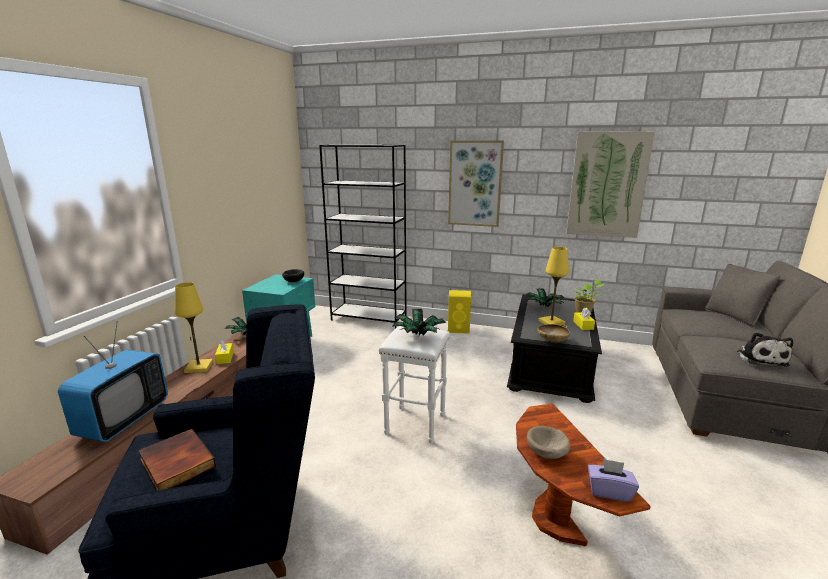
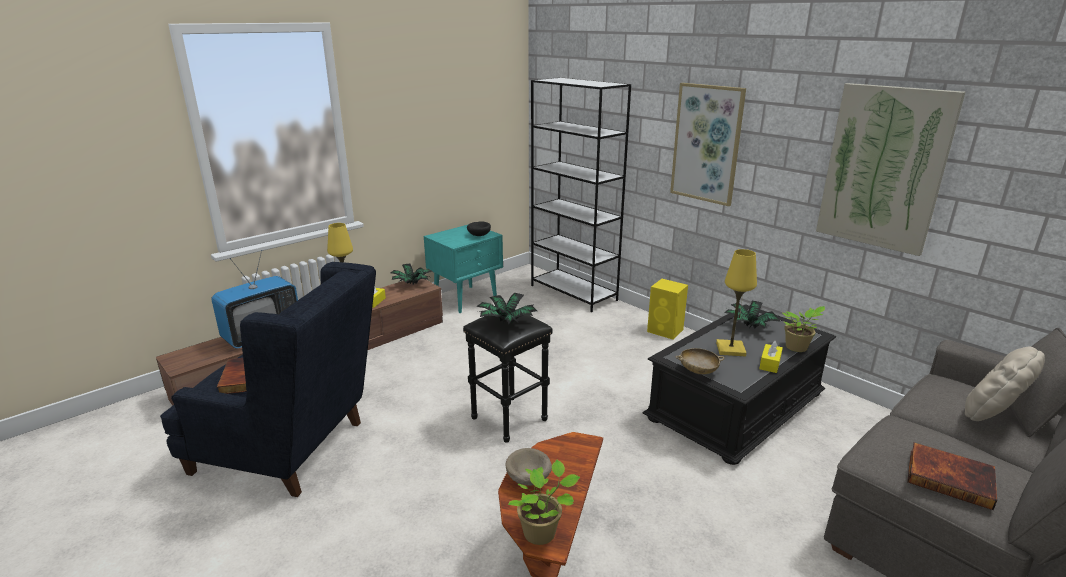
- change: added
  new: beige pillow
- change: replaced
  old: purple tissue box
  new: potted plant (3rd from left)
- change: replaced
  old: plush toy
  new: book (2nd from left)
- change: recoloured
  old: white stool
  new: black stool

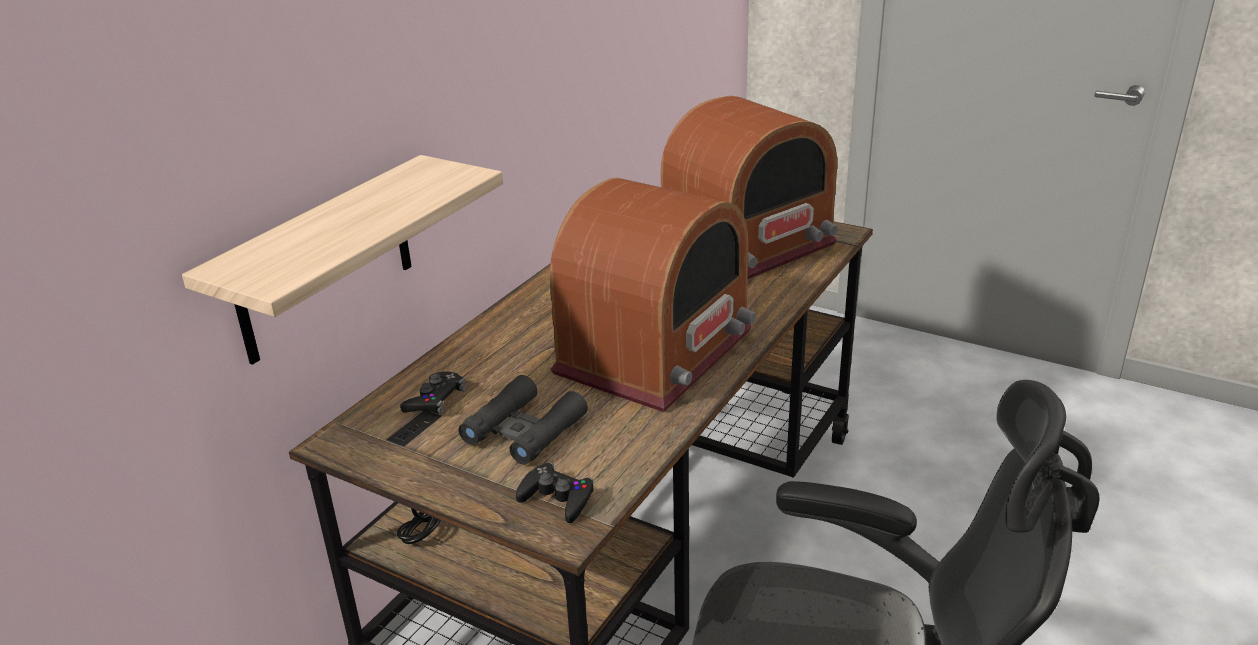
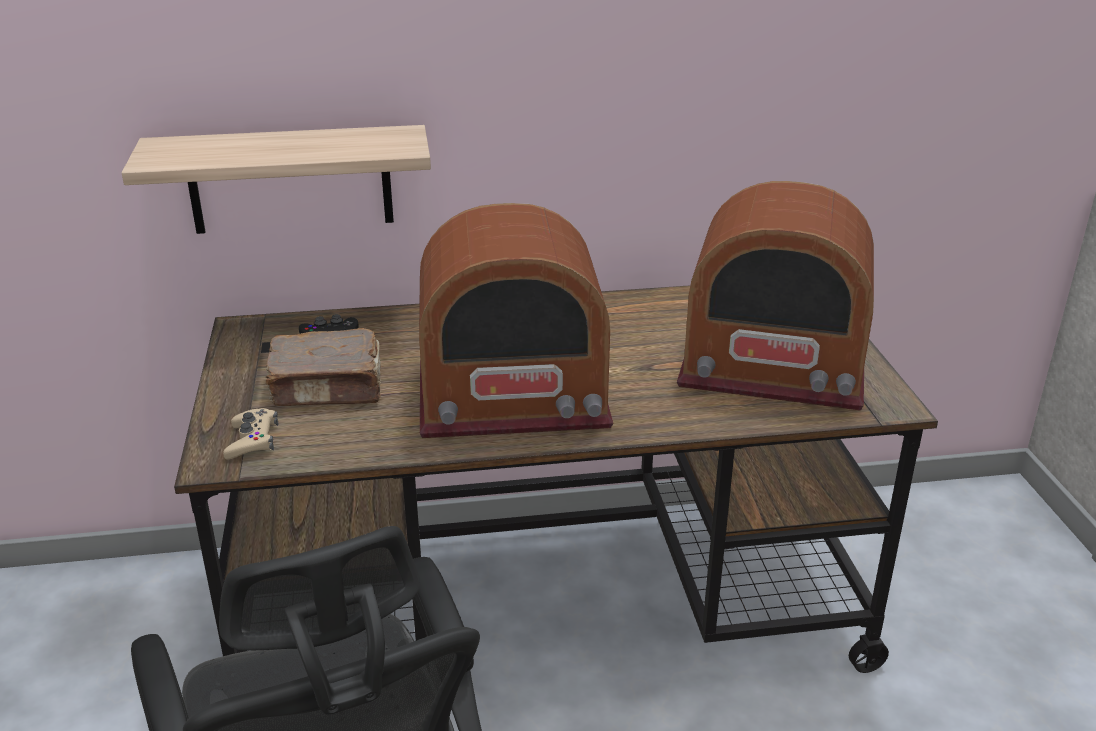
- change: replaced
  old: black binoculars
  new: brown book
- change: recoloured
  old: black game controller (2nd from left)
  new: beige game controller

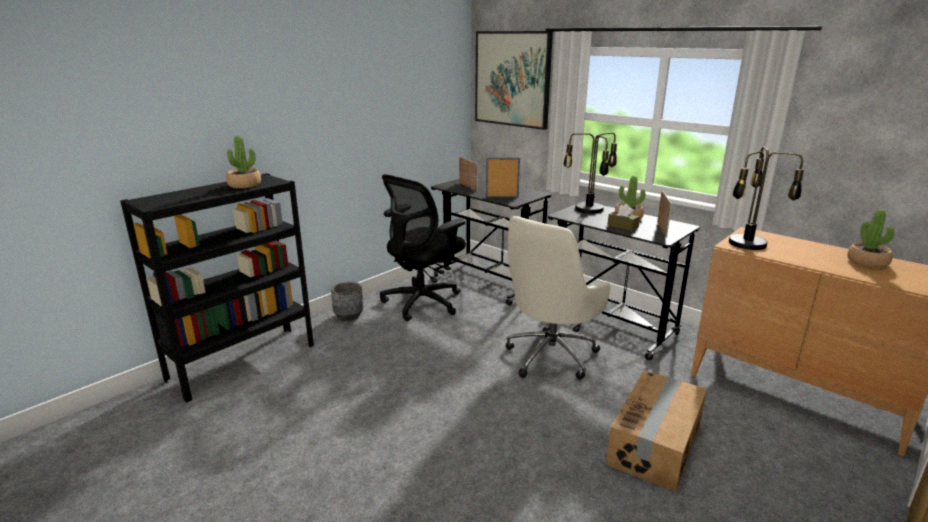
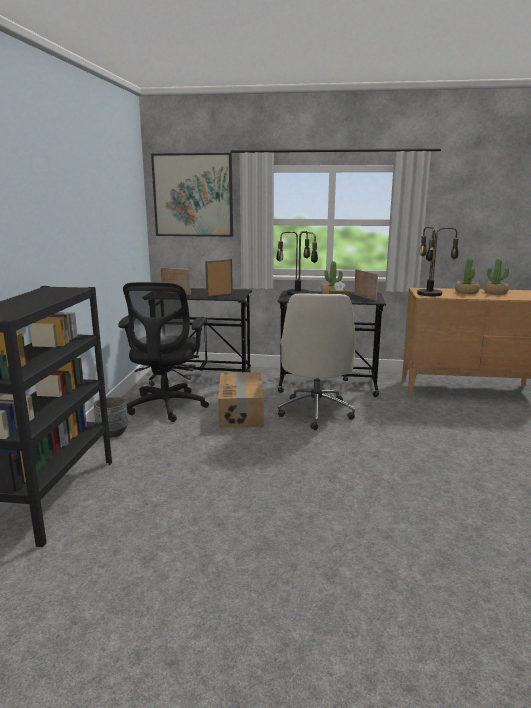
- change: moved
  old: potted plant (1st from left in the first image)
  new: potted plant (2nd from left)
- change: moved
  old: cardboard box

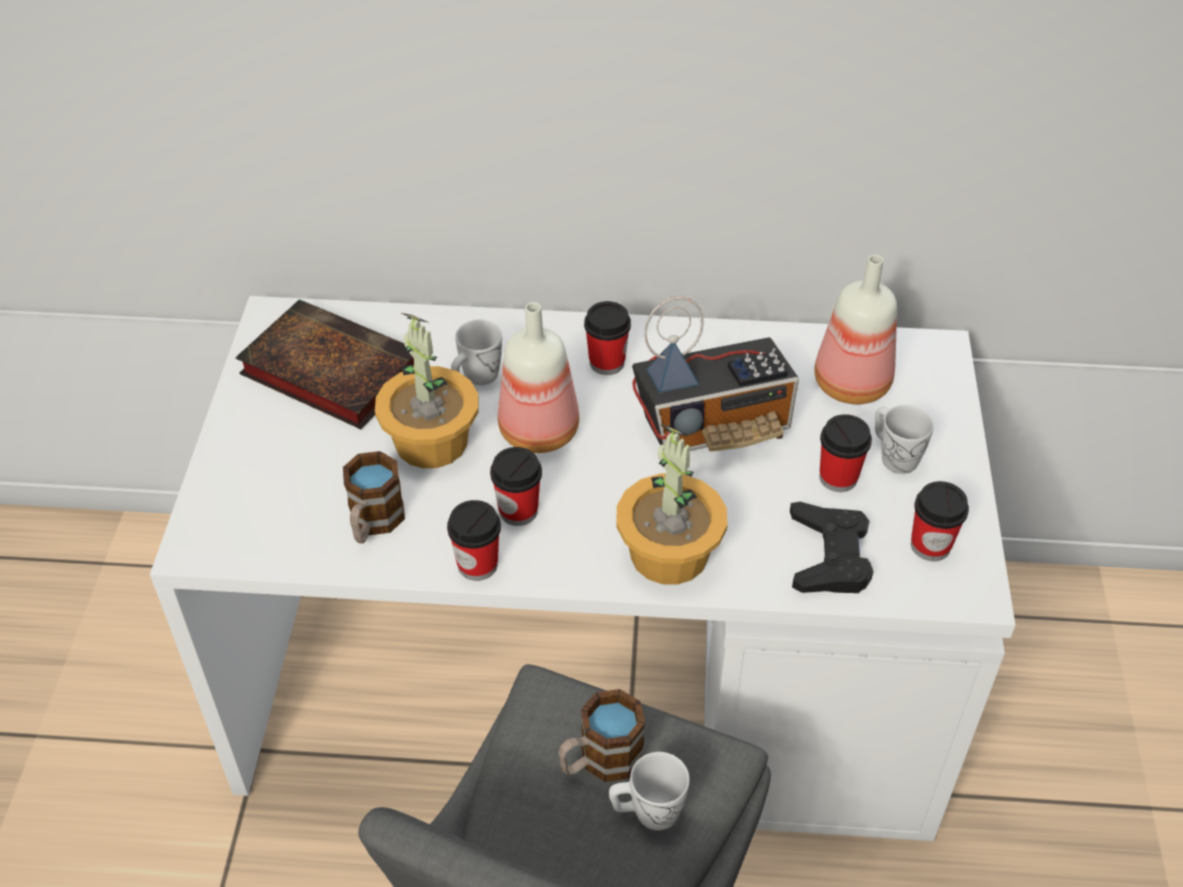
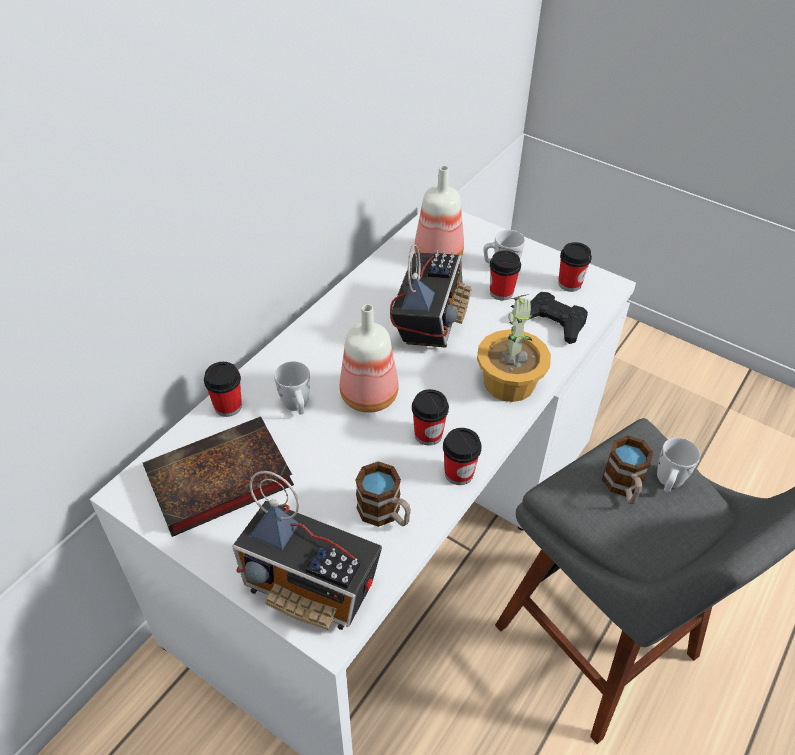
- change: removed
  old: potted plant (1st from left)
- change: added
  new: radio (1st from left)
- change: moved
  old: cup (3rd from left in the first image)
  new: cup (1st from left)

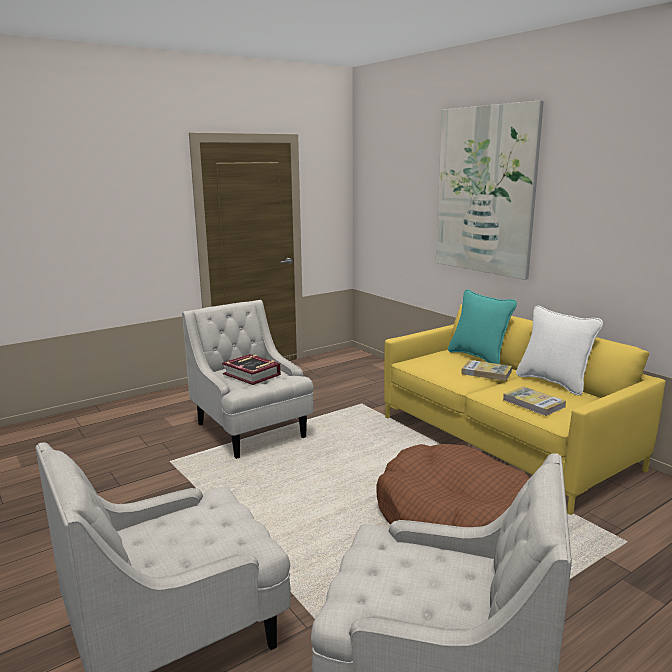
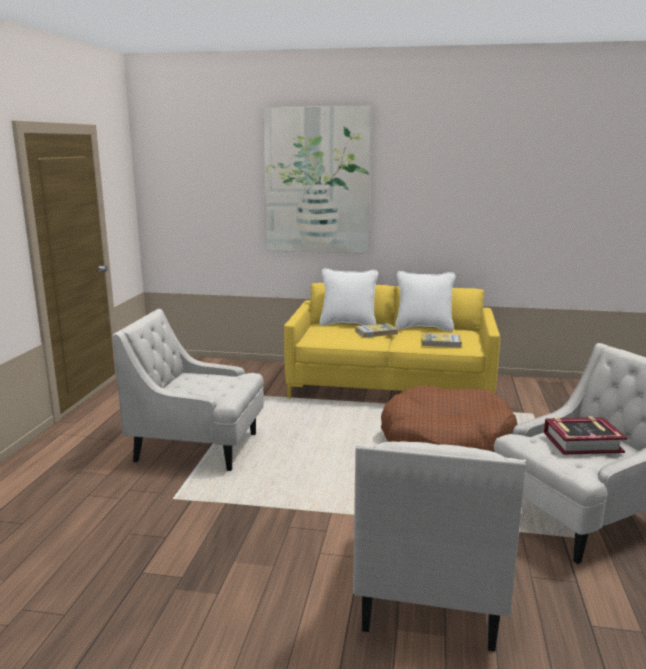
- change: moved
  old: book (1st from left in the first image)
  new: book (3rd from left)
- change: recoloured
  old: turquoise pillow
  new: white pillow (1st from left)

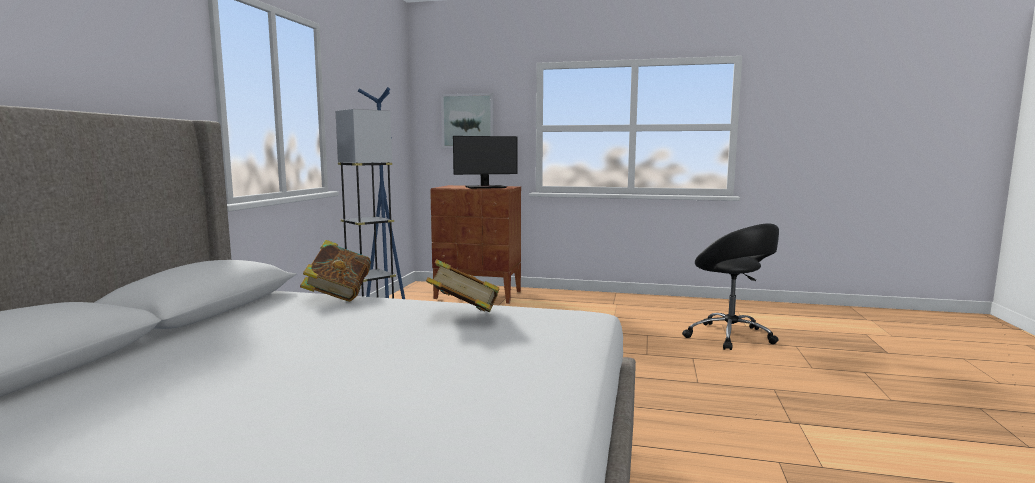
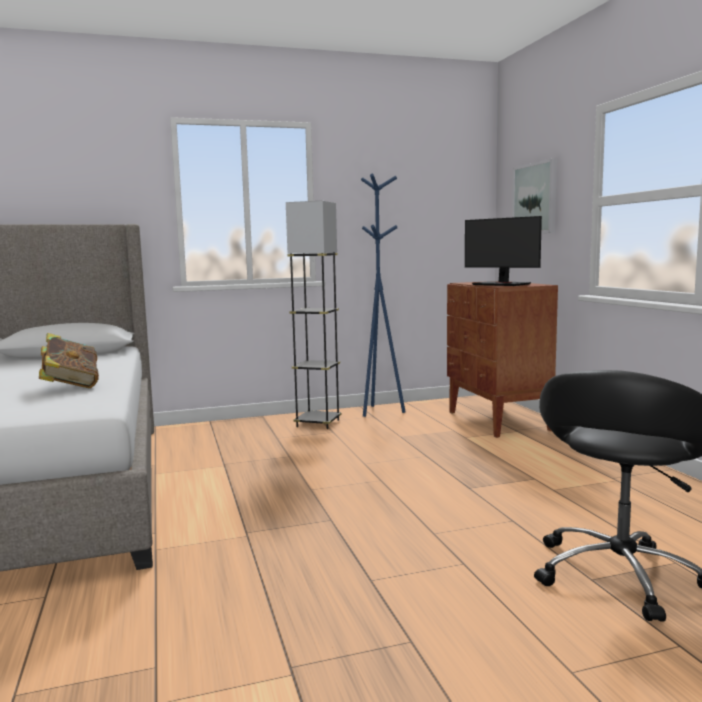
- change: removed
  old: book (1st from left)

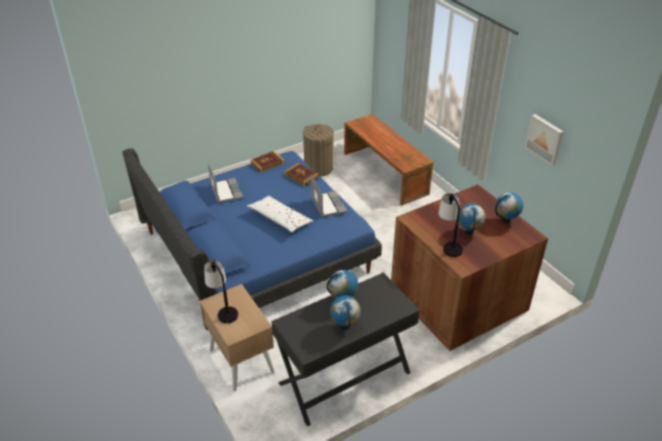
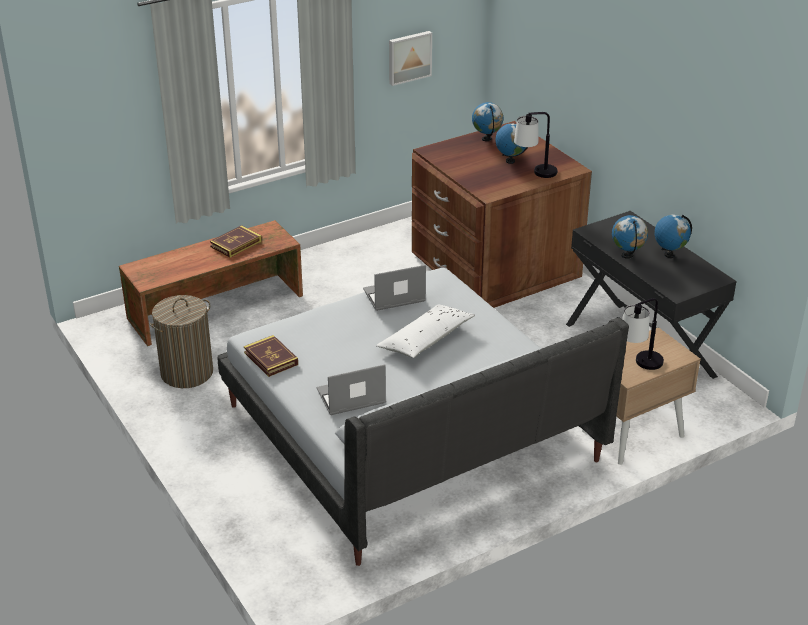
- change: moved
  old: book (2nd from left in the first image)
  new: book (1st from left)
- change: recoloured
  old: blue bed
  new: grey bed

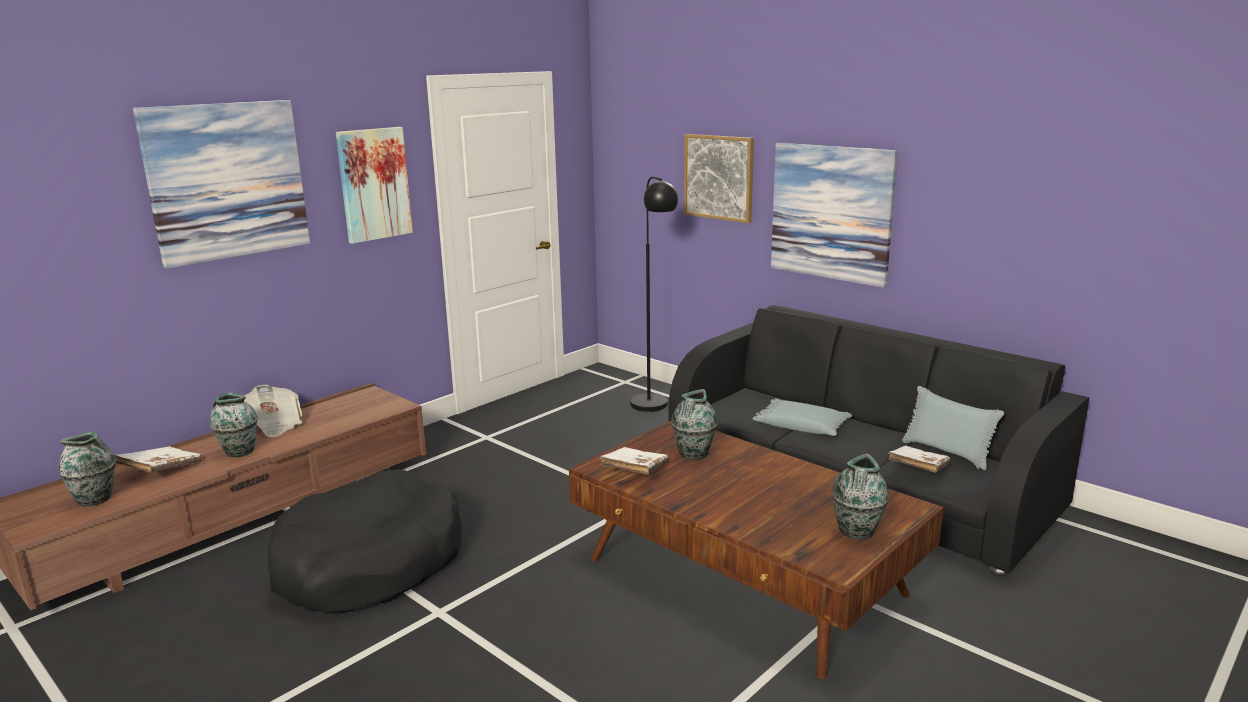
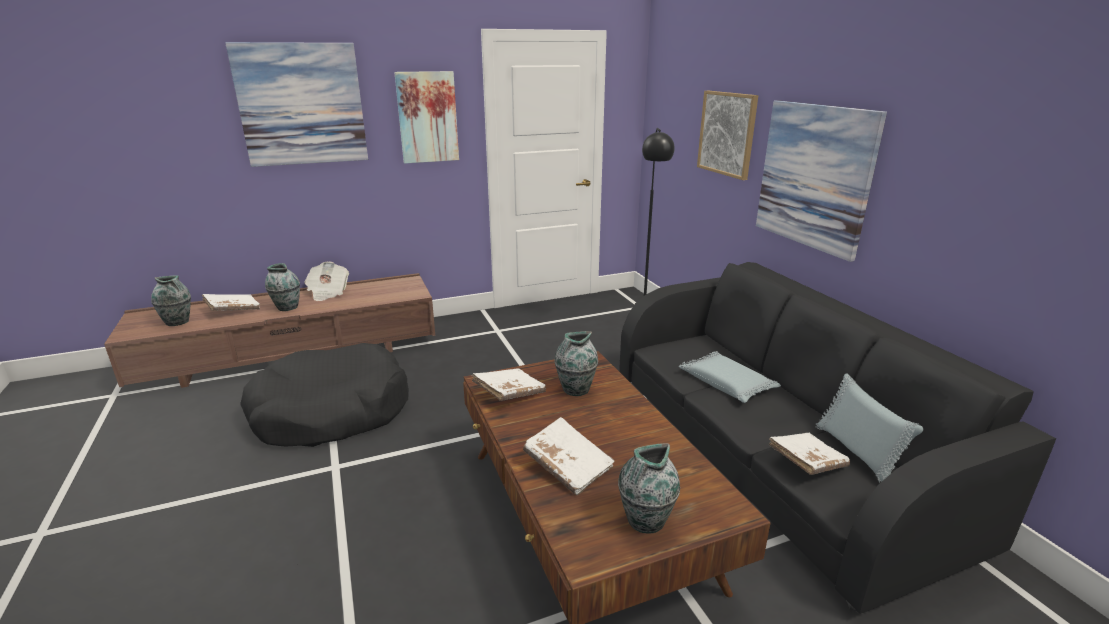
- change: added
  new: white book (3rd from left)

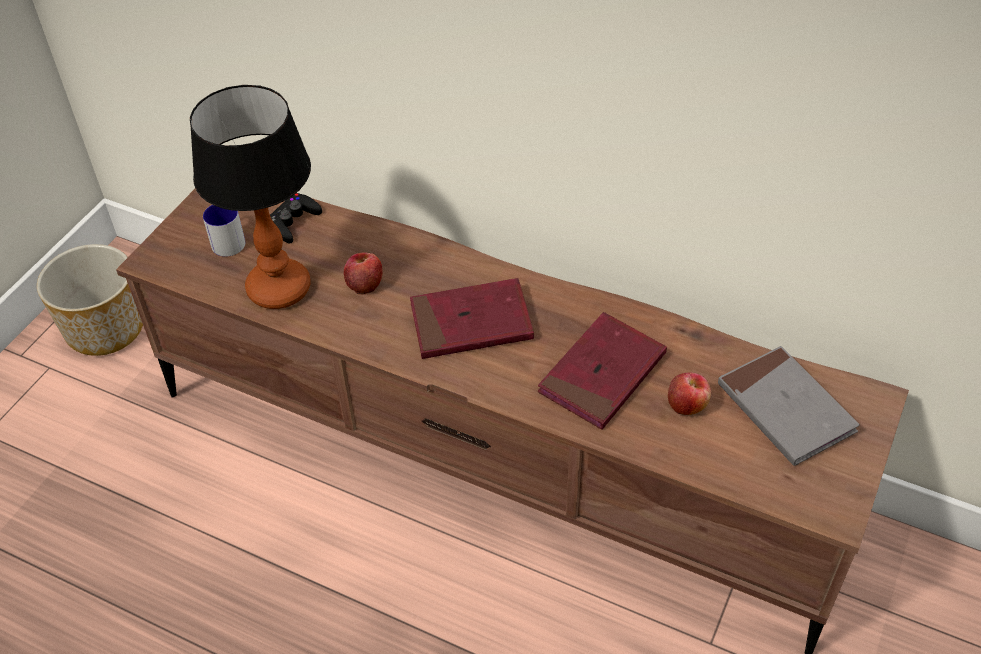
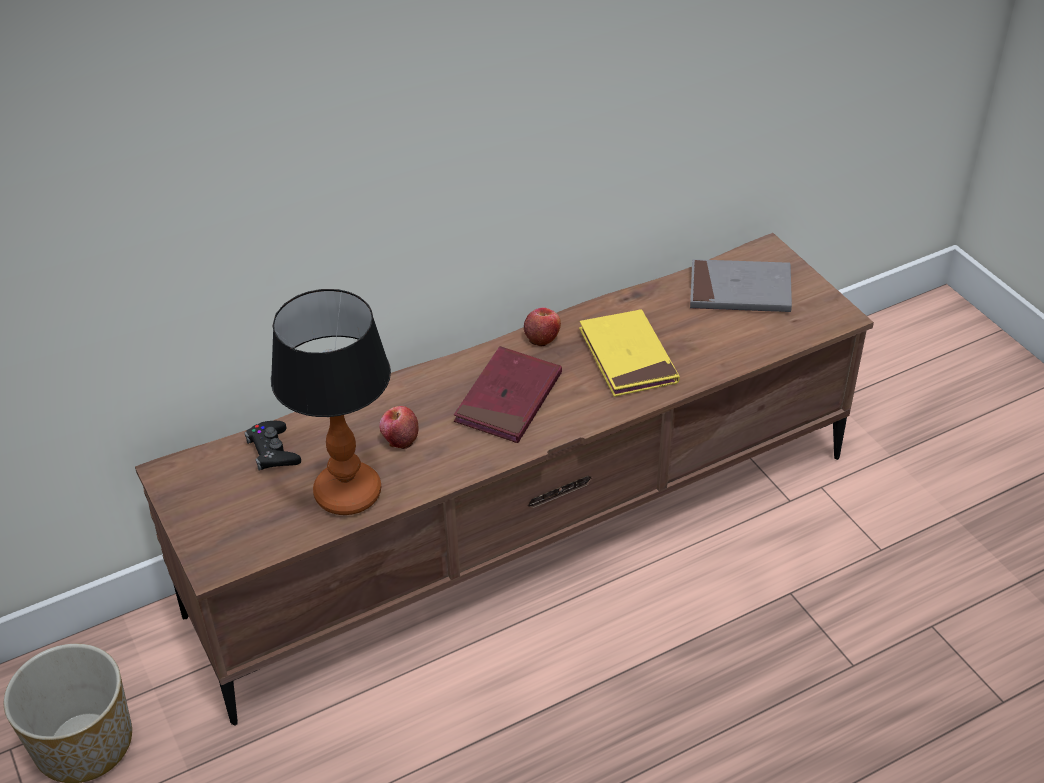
- change: removed
  old: mug
- change: moved
  old: apple (2nd from left)
- change: recoloured
  old: red book (2nd from left)
  new: yellow book

